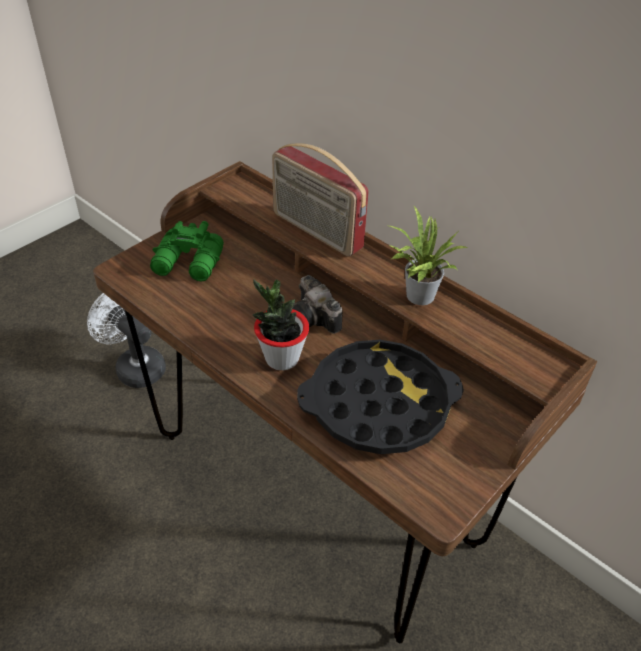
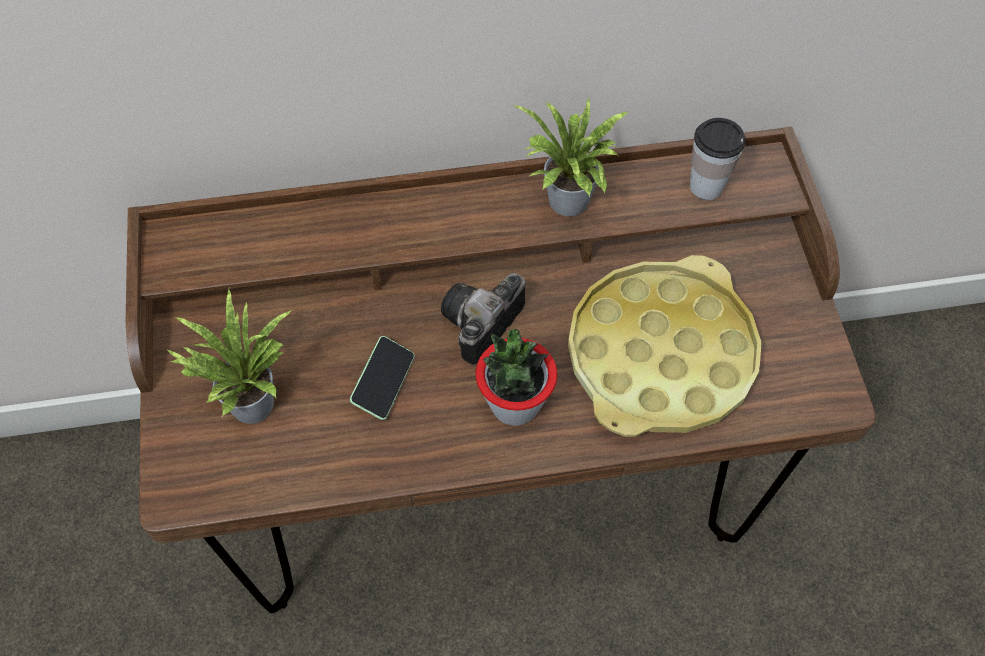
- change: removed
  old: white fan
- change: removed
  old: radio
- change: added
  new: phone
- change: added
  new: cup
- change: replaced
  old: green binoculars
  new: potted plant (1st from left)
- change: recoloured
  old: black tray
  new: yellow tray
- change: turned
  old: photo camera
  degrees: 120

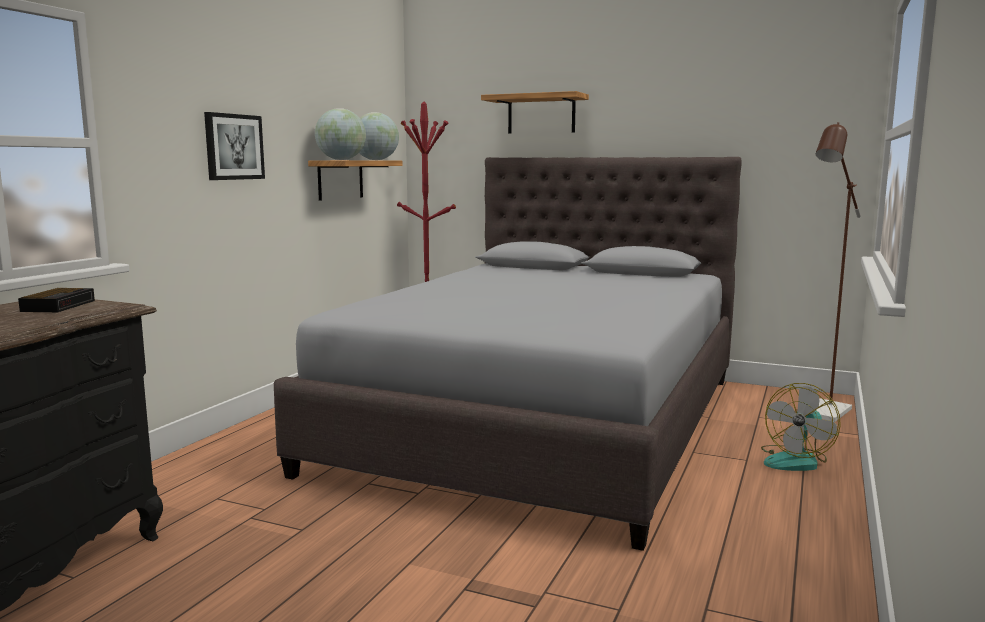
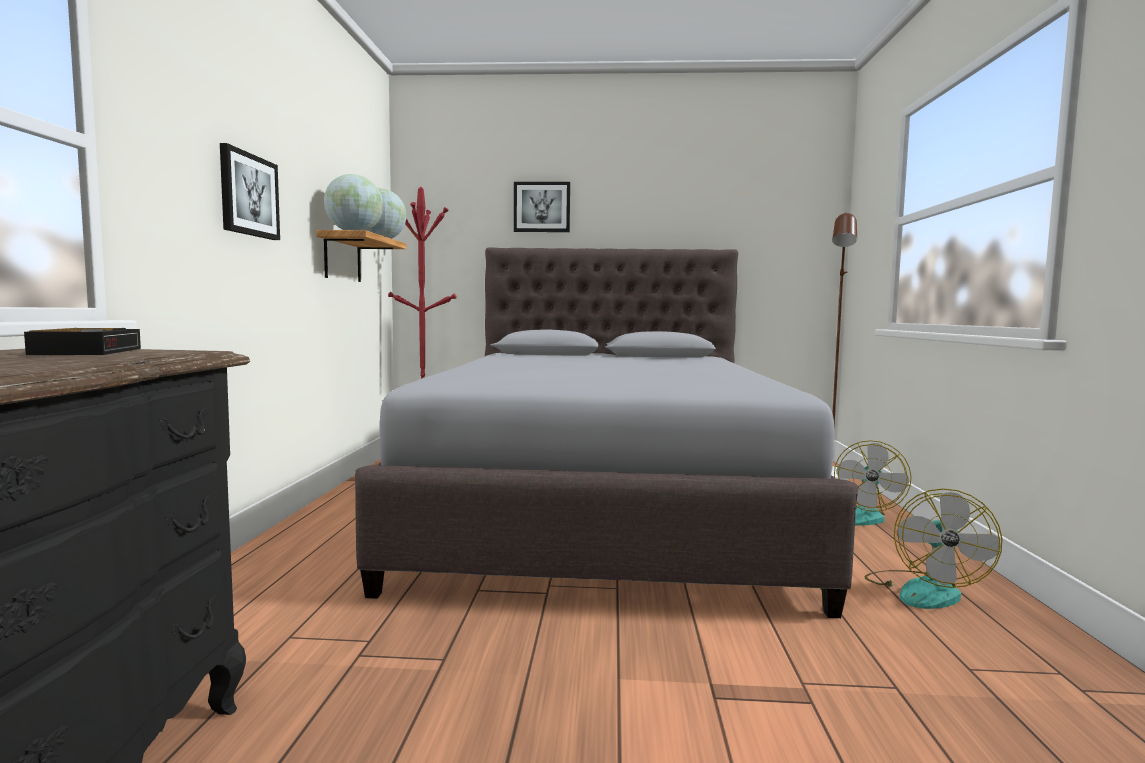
- change: added
  new: fan (2nd from left)
- change: replaced
  old: shelf (2nd from left)
  new: picture (2nd from left)

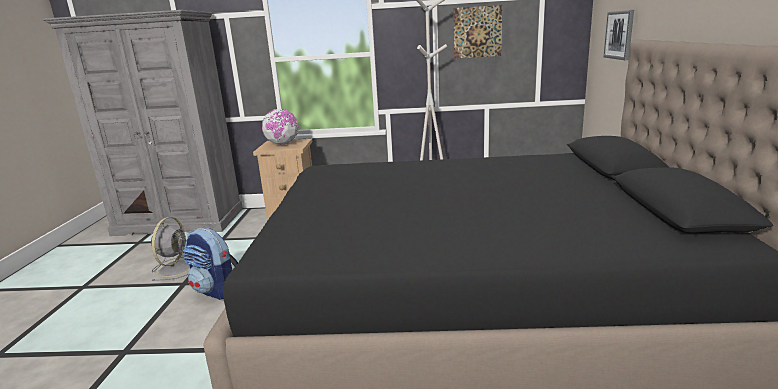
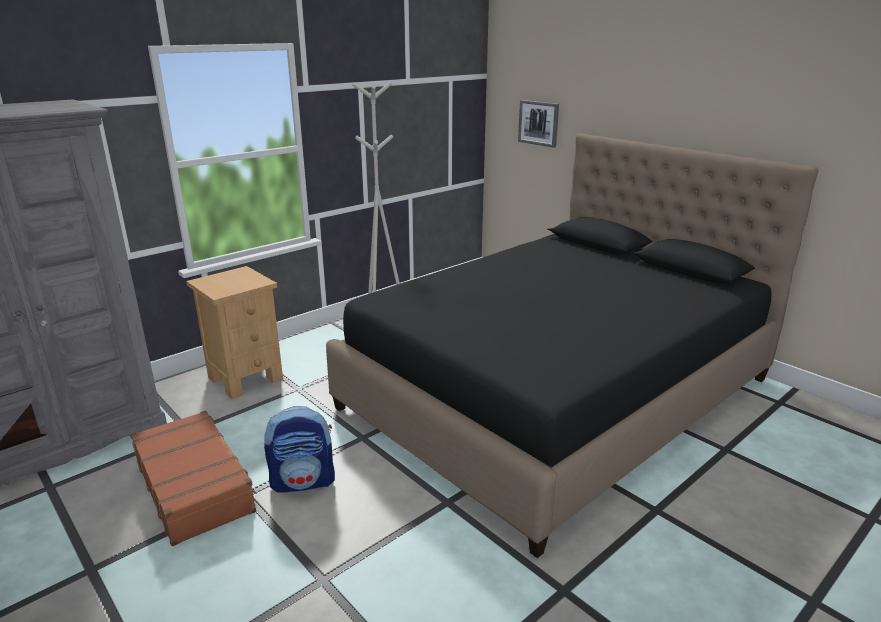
- change: removed
  old: globe
- change: removed
  old: picture (1st from left)
- change: replaced
  old: grey fan
  new: brown suitcase

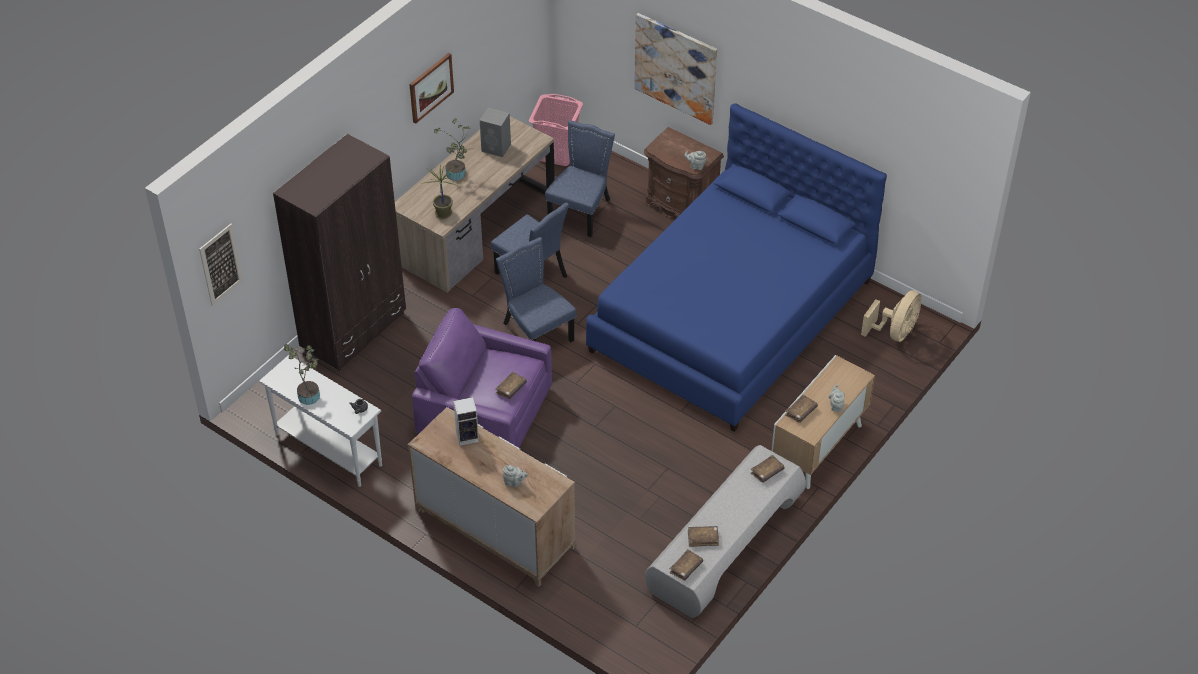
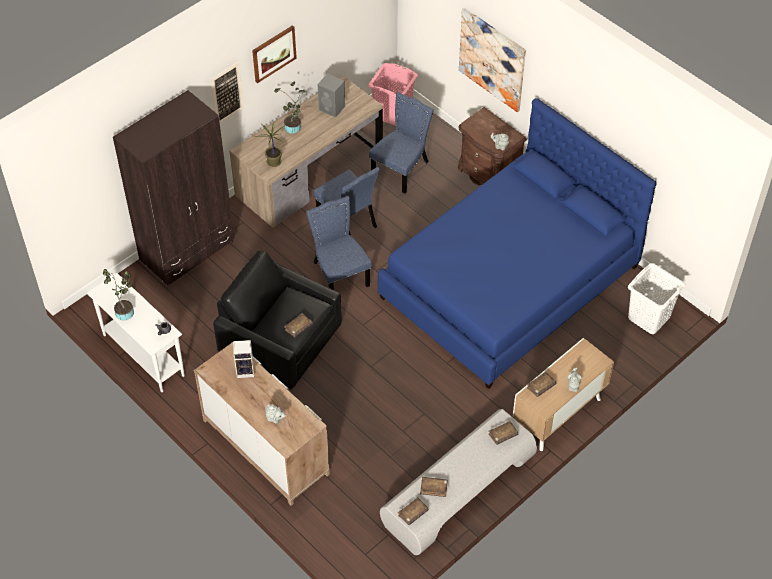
- change: moved
  old: picture (1st from left)
- change: replaced
  old: beige fan
  new: white laundry basket
- change: recoloured
  old: purple armchair
  new: black armchair

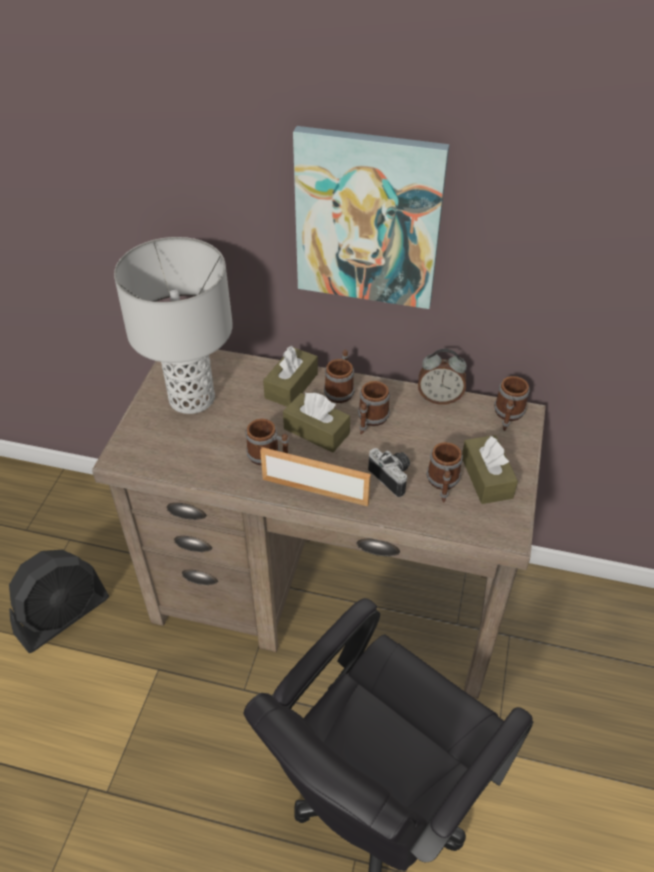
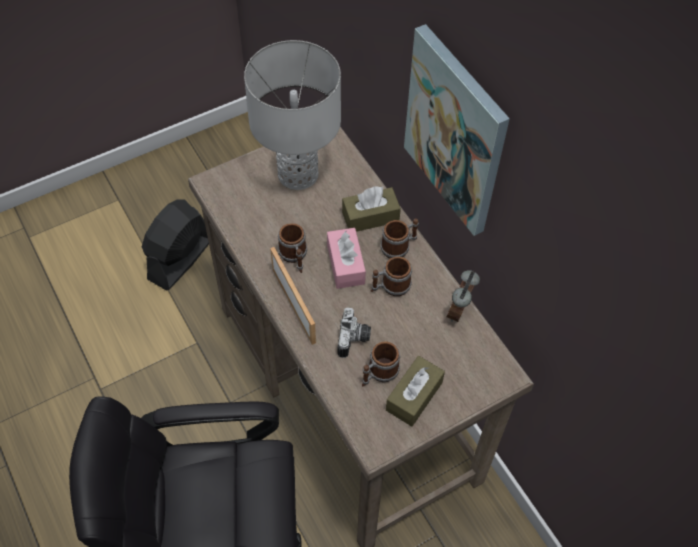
- change: removed
  old: mug (5th from left)
- change: recoloured
  old: brown tissue box (2nd from left)
  new: pink tissue box
- change: turned
  old: black fan
  degrees: 120
- change: turned
  old: alarm clock
  degrees: 60

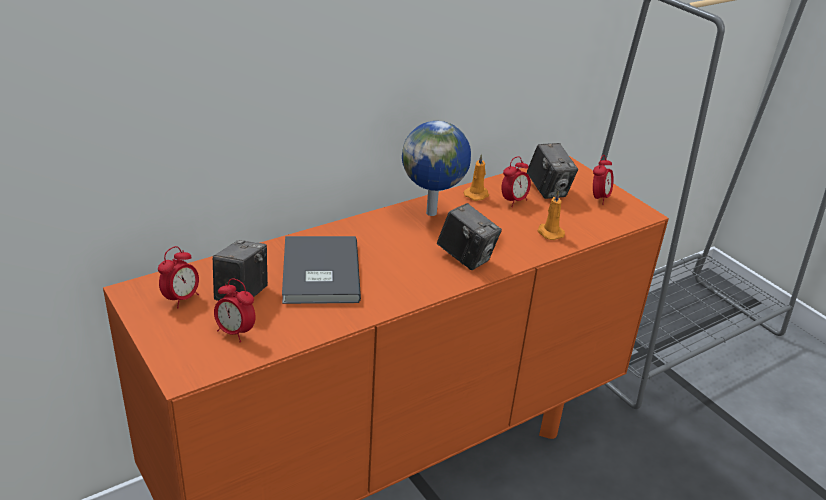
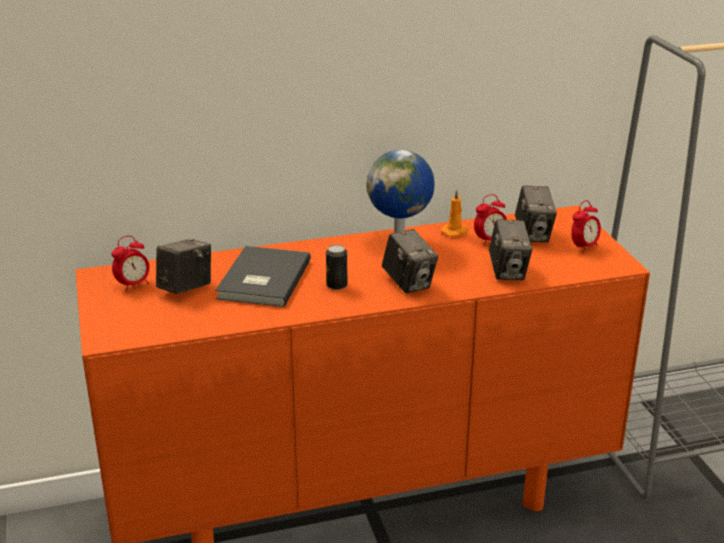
- change: removed
  old: alarm clock (2nd from left)
- change: added
  new: can
- change: replaced
  old: orange candle (2nd from left)
  new: photo camera (3rd from left)

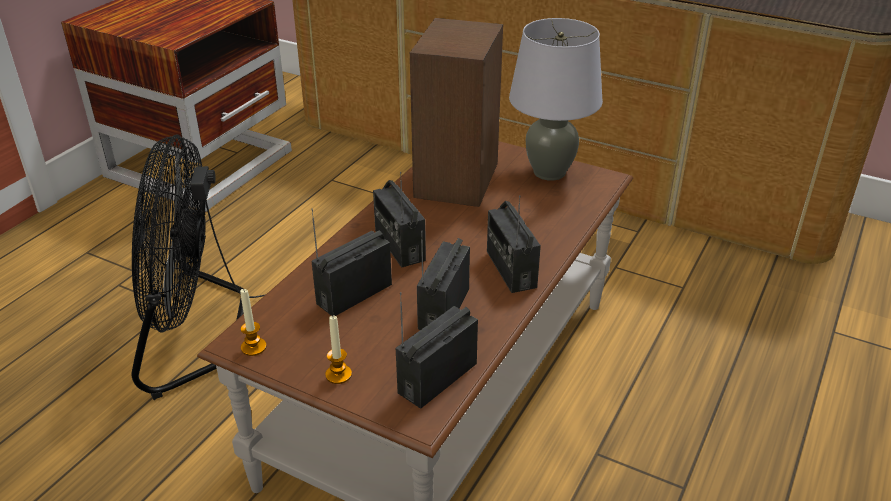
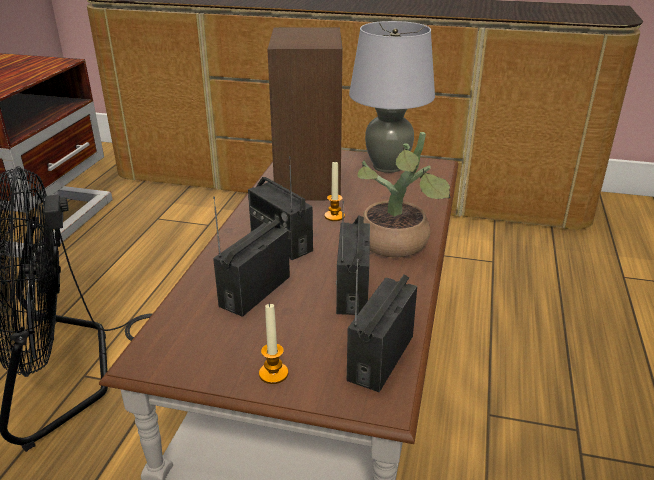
- change: moved
  old: candle (1st from left in the first image)
  new: candle (2nd from left)
- change: replaced
  old: radio (5th from left)
  new: potted plant

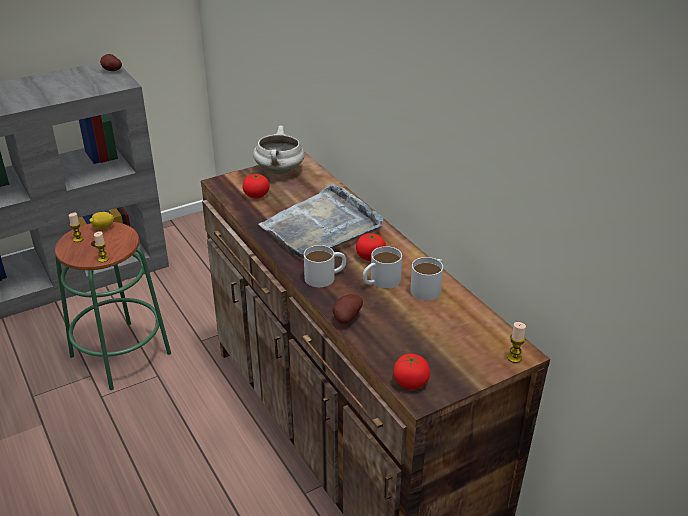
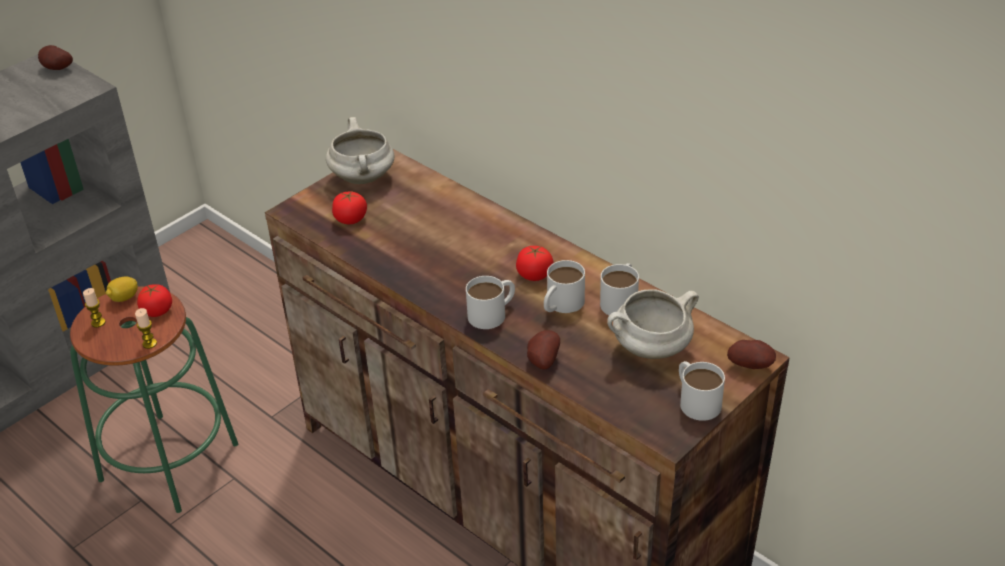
- change: removed
  old: grey tray
- change: added
  new: white cooking pot (2nd from left)
- change: added
  new: white mug (4th from left)
- change: moved
  old: tomato (3rd from left in the first image)
  new: tomato (1st from left)
- change: replaced
  old: candle (3rd from left)
  new: potato (3rd from left)

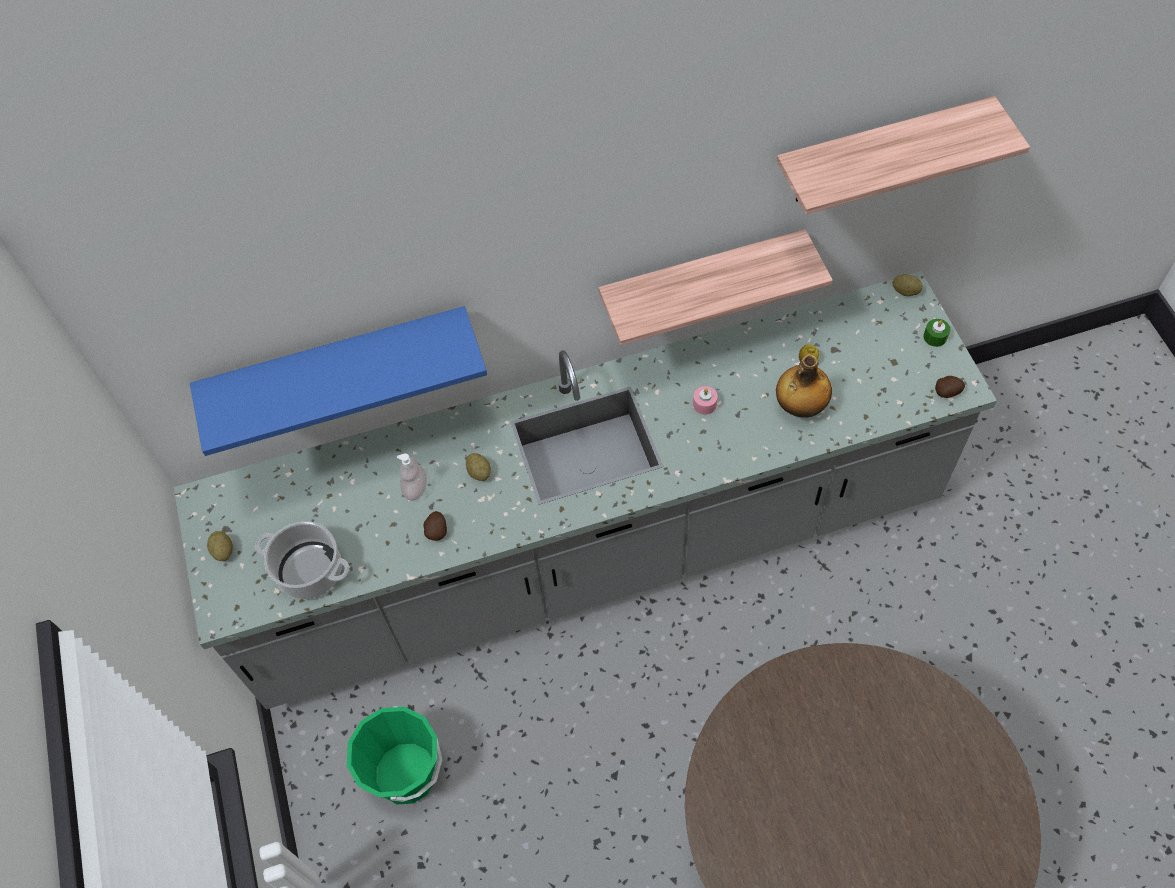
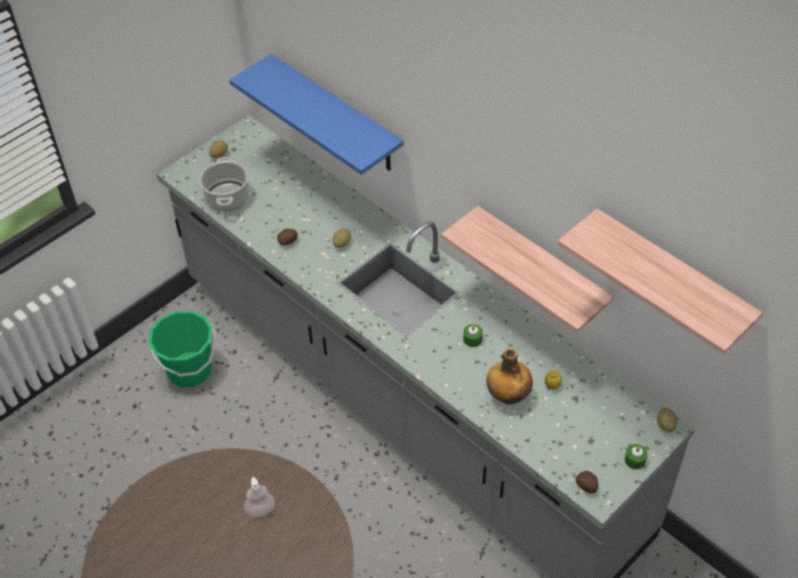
- change: moved
  old: soap dispenser
- change: recoloured
  old: pink candle
  new: green candle (1st from left)

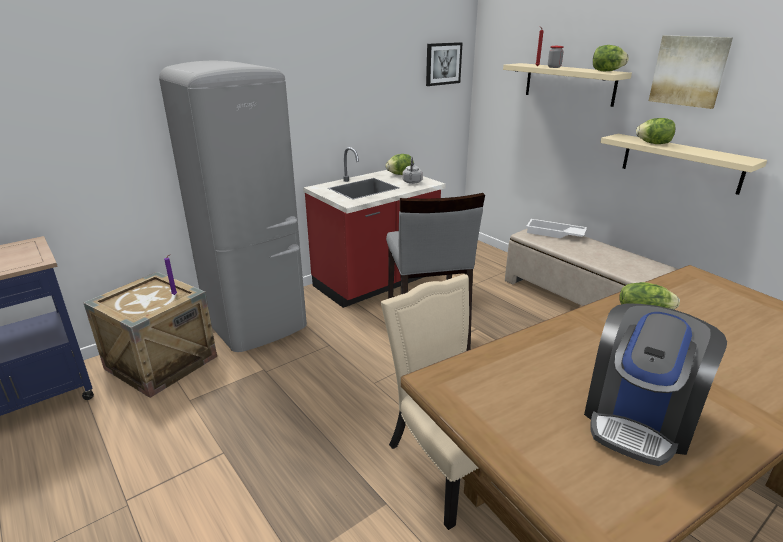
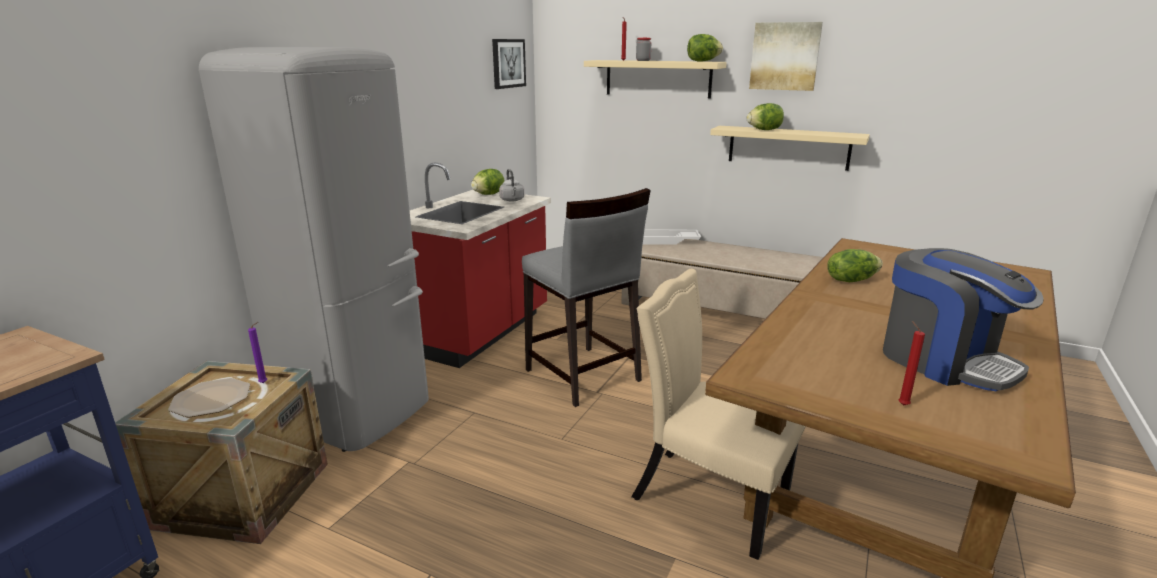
- change: added
  new: plate
- change: added
  new: red candle (2nd from left)
- change: turned
  old: coffee machine
  degrees: -45

